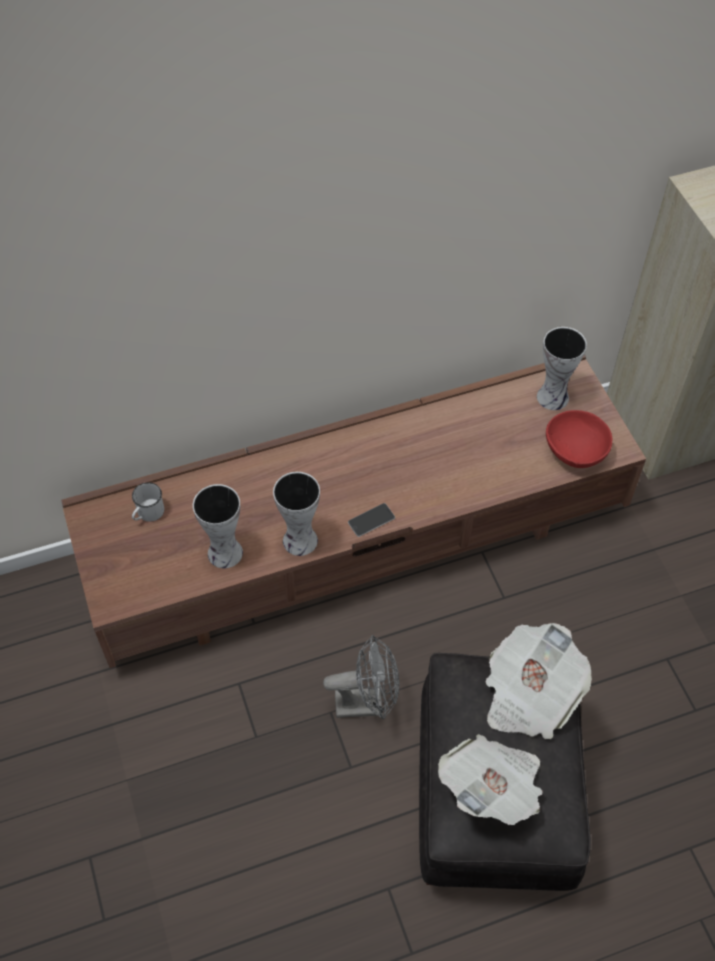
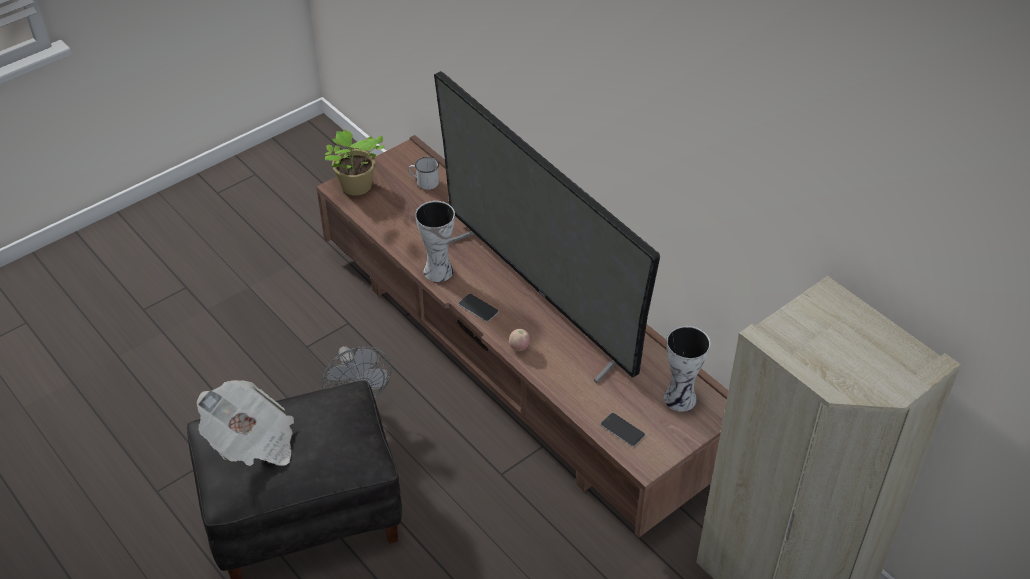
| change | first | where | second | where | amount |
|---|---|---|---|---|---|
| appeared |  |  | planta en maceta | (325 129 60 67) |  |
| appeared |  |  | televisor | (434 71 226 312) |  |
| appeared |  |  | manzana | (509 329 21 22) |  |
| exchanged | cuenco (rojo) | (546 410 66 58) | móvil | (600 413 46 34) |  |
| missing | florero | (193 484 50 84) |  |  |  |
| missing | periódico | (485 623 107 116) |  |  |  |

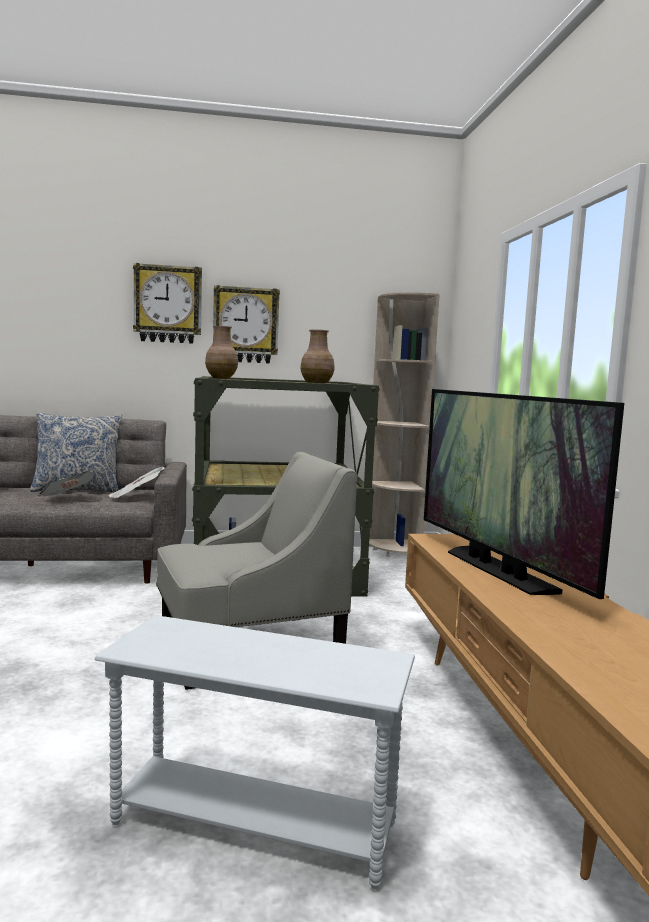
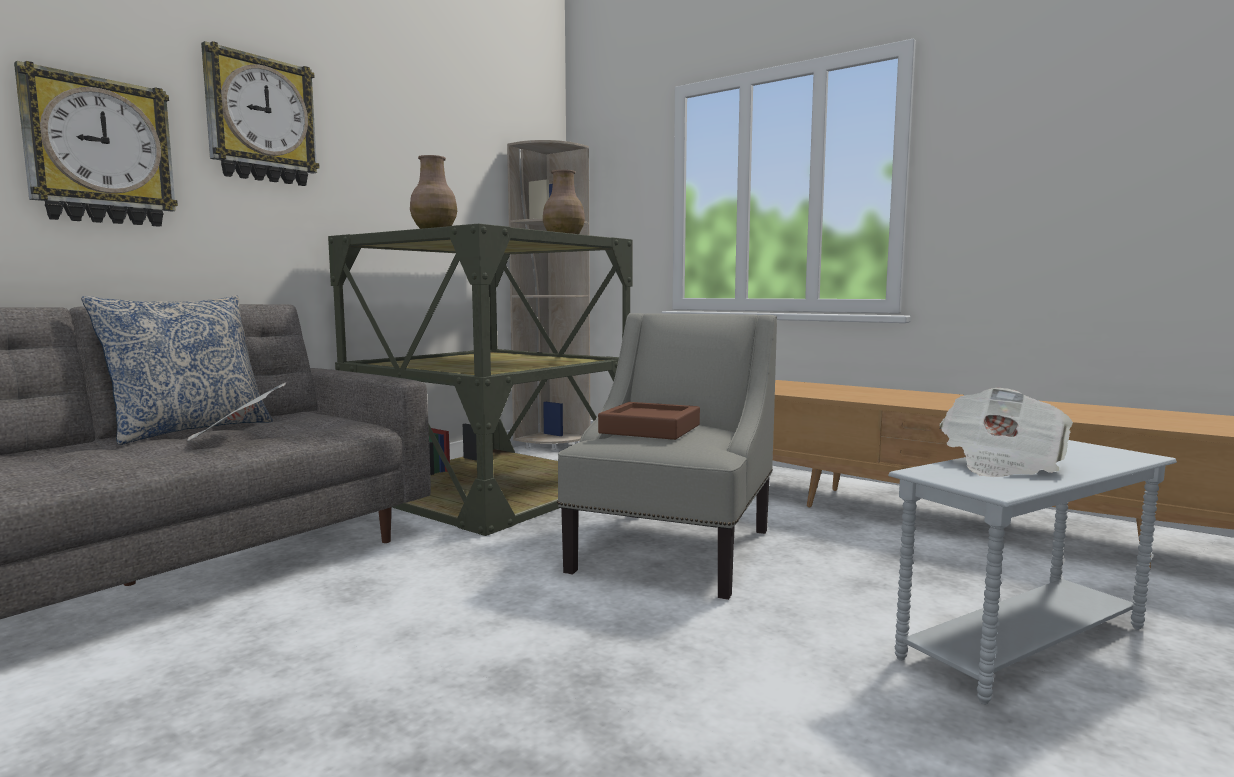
| change | first | where | second | where | amount |
|---|---|---|---|---|---|
| relocated | reloj de pared | (213 285 67 78) |  | (14 61 164 166) |  |
| appeared |  |  | bandeja (marrón) | (598 402 102 38) |  |
| relocated | periódico | (109 467 56 31) |  | (939 388 134 89) |  |
| missing | televisor | (424 389 200 210) |  |  |  |

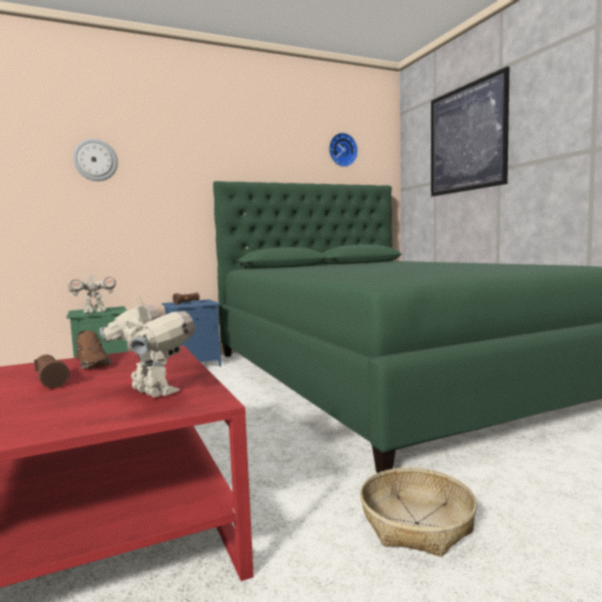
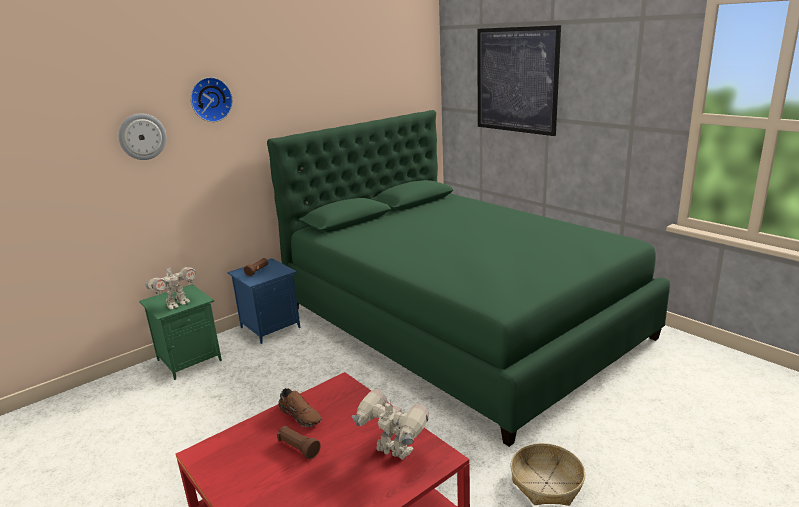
| change | first | where | second | where | amount |
|---|---|---|---|---|---|
| relocated | reloj de pared | (329 133 29 34) |  | (190 77 43 45) |  |

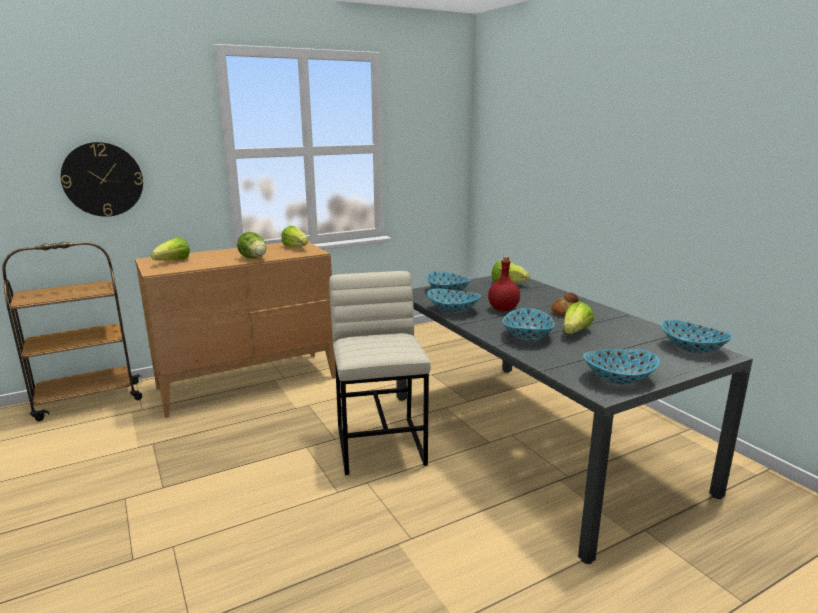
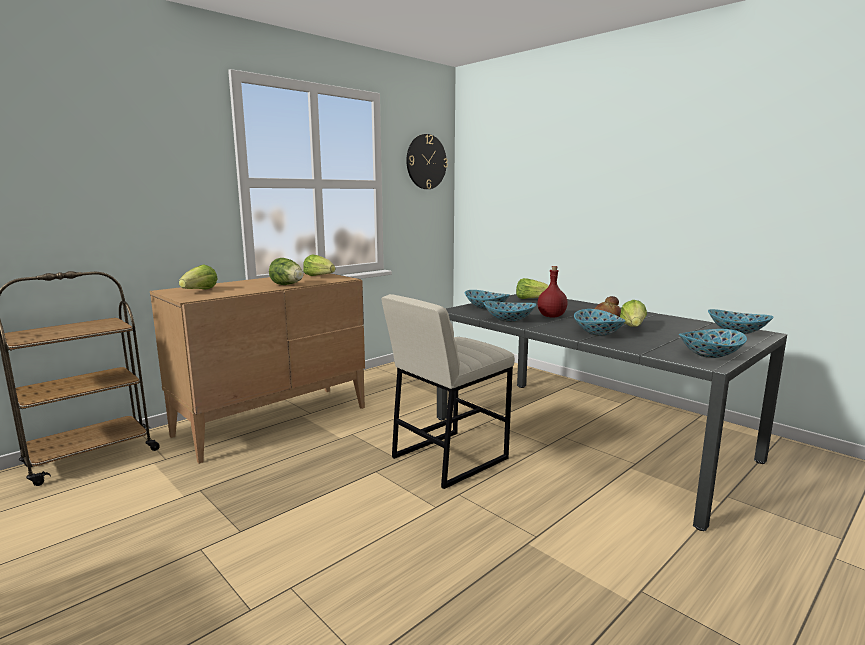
| change | first | where | second | where | amount |
|---|---|---|---|---|---|
| spun | silla (beis) | (329 271 102 204) |  | (382 294 133 195) | 105 degrees counterclockwise |
| relocated | reloj de pared | (61 142 82 75) |  | (406 134 42 55) |  |

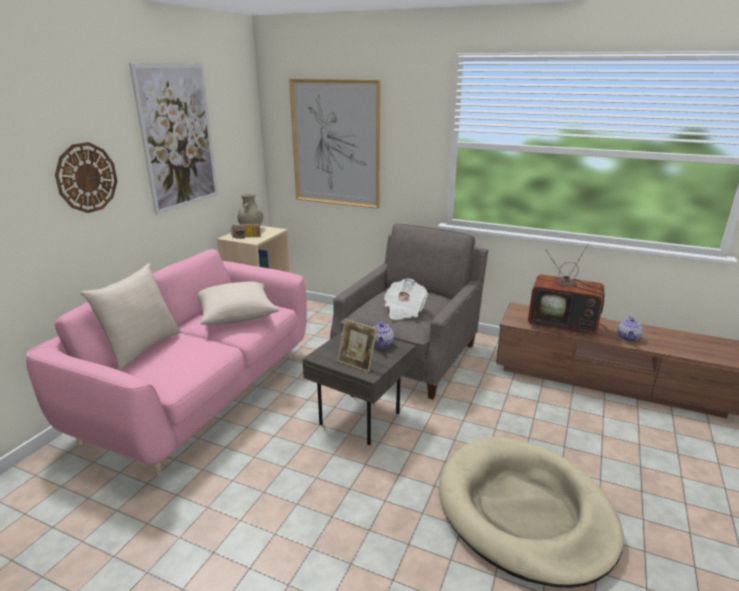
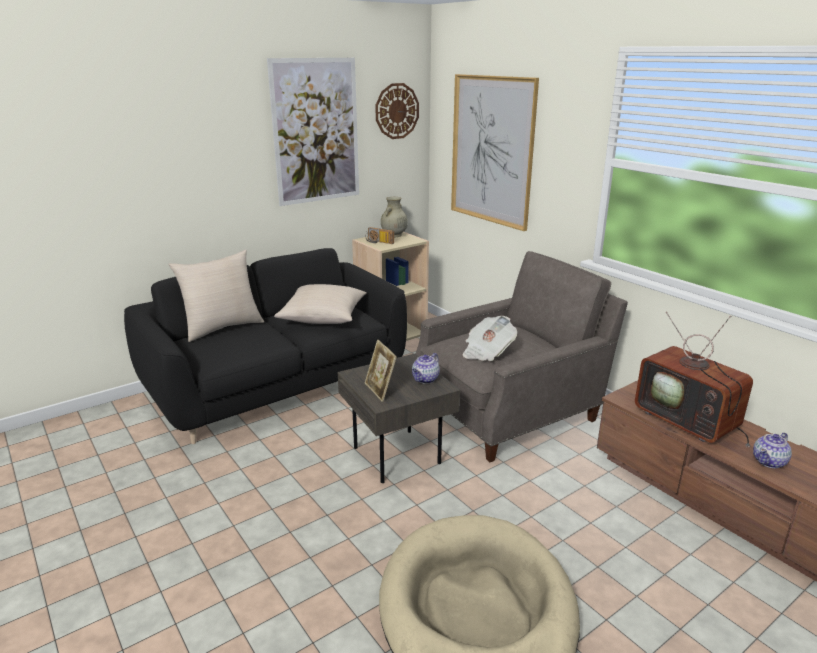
| change | first | where | second | where | amount |
|---|---|---|---|---|---|
| colour | sofá (rosa) | (26 249 281 227) | sofá (negro) | (124 248 283 196) |  |
| relocated | reloj de pared | (55 142 62 71) |  | (375 83 44 56) |  |

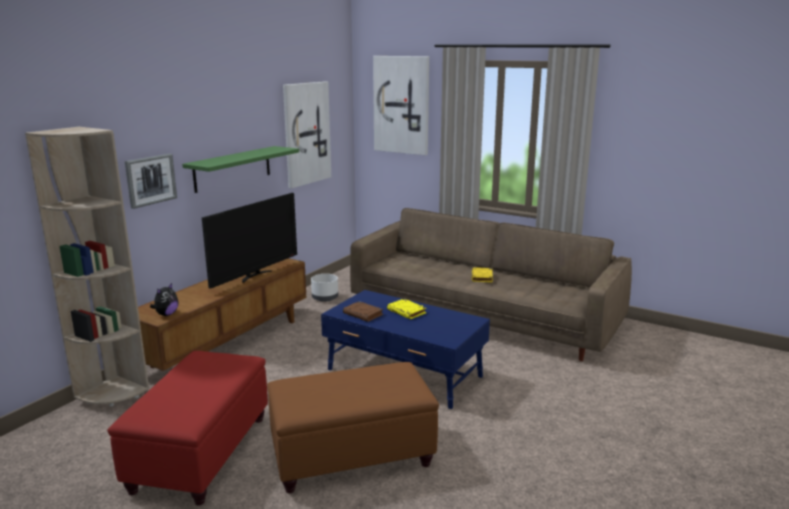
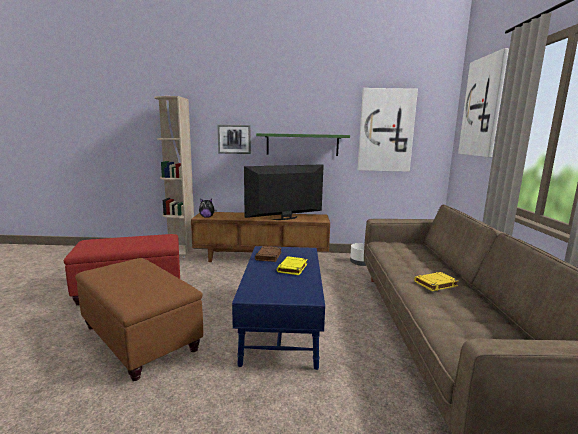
| change | first | where | second | where | amount |
|---|---|---|---|---|---|
| spun | televisor | (202 193 95 96) |  | (244 164 80 56) | 150 degrees clockwise |

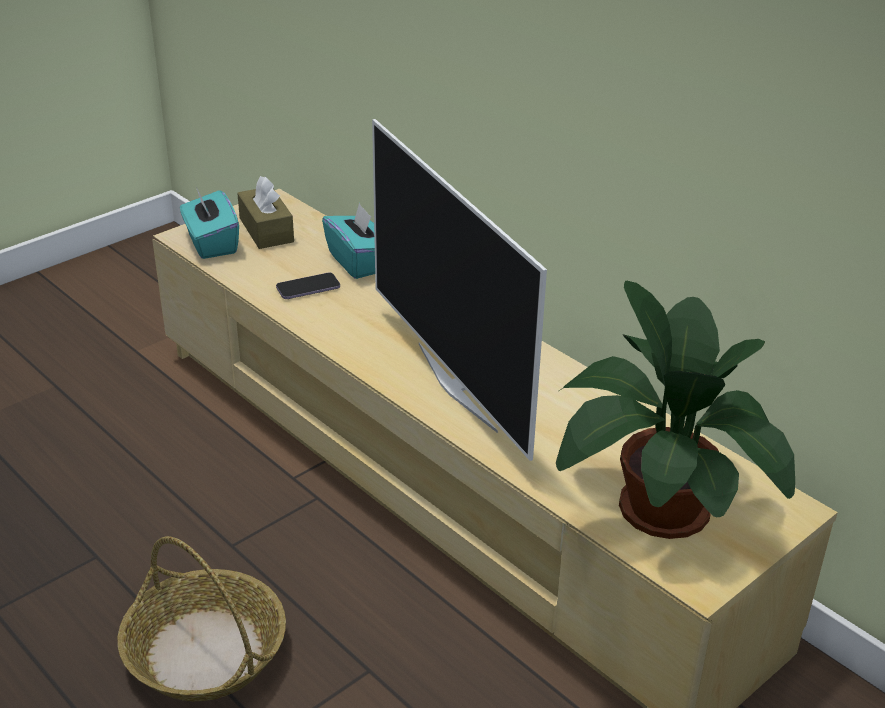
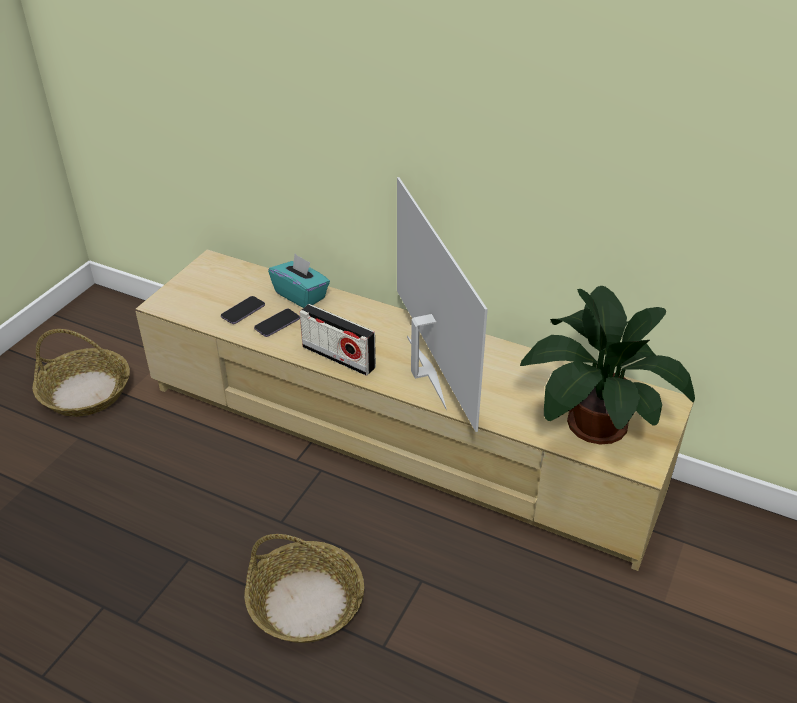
| change | first | where | second | where | amount |
|---|---|---|---|---|---|
| appeared |  |  | cesta | (32 329 98 88) |  |
| appeared |  |  | móvil | (221 296 44 28) |  |
| appeared |  |  | radio | (299 304 77 72) |  |
| spun | televisor | (372 119 175 342) |  | (397 177 91 255) | 150 degrees counterclockwise |
| missing | caja de pañuelos (turquesa) | (180 187 59 72) |  |  |  |
| missing | caja de pañuelos (marrón) | (237 176 57 73) |  |  |  |

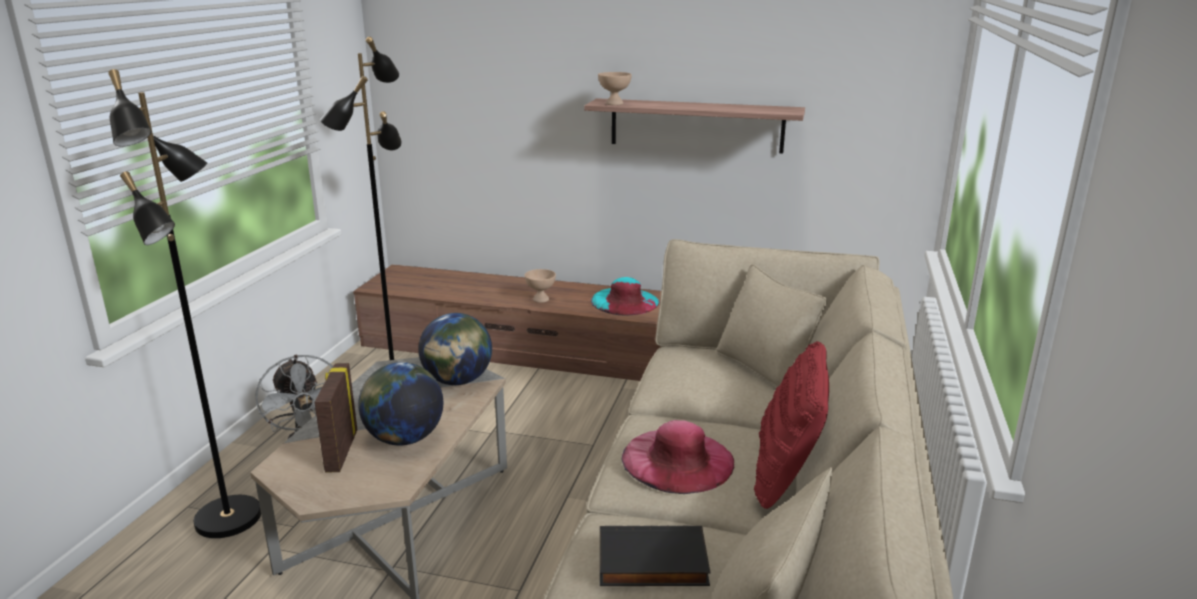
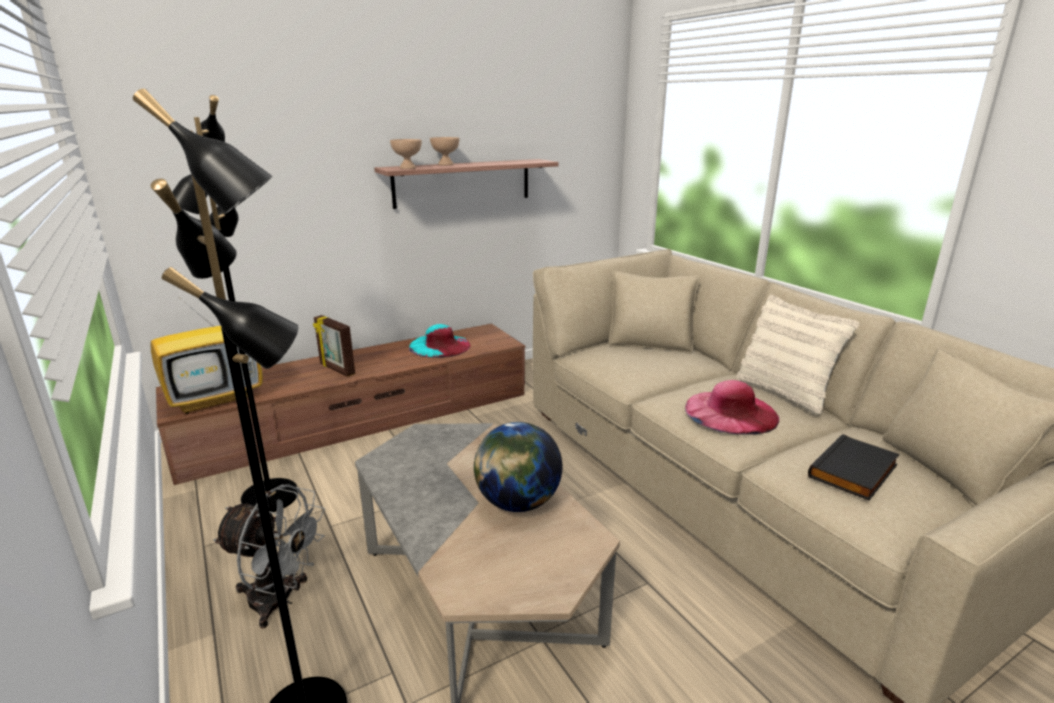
| change | first | where | second | where | amount |
|---|---|---|---|---|---|
| appeared |  |  | televisor | (150 295 113 119) |  |
| relocated | portarretratos | (314 363 43 110) |  | (313 315 42 62) |  |
| relocated | cuenco (beis) | (525 269 31 34) |  | (430 137 30 28) |  |
| colour | cojín (rojo) | (754 341 75 168) | cojín (beis) | (737 295 123 119) |  |
| missing | globo terráqueo | (418 313 74 72) |  |  |  |

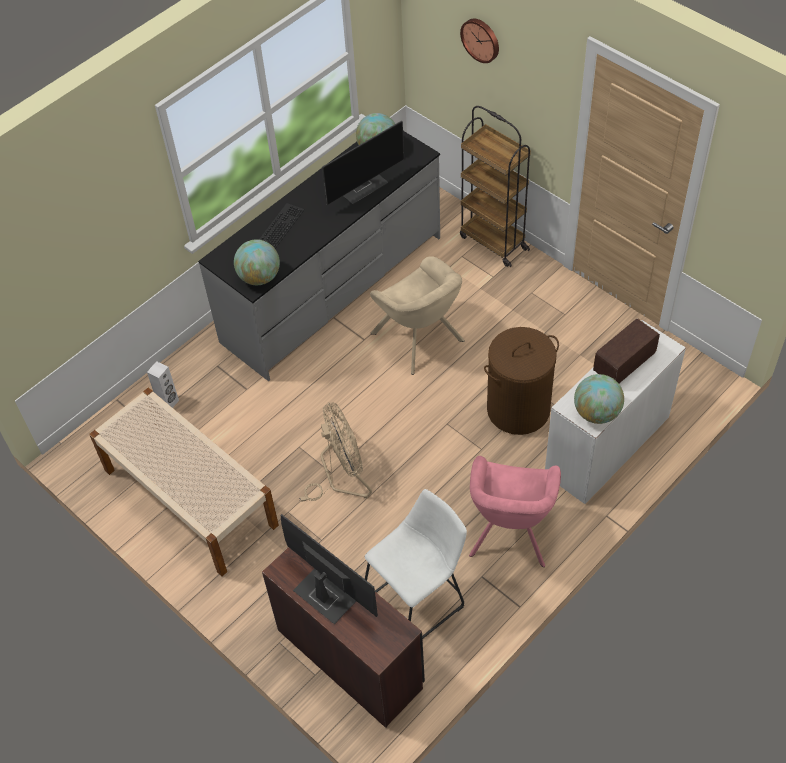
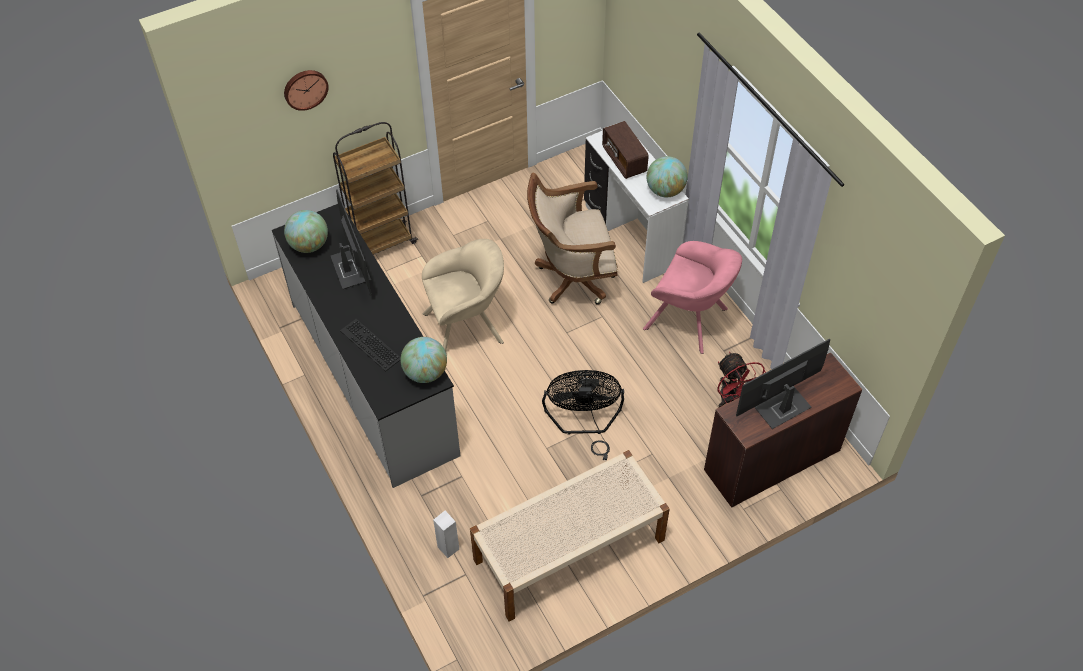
| change | first | where | second | where | amount |
|---|---|---|---|---|---|
| exchanged | cesto de la ropa (marrón) | (484 327 75 108) | silla de oficina | (527 173 91 132) |  |
| colour | ventilador (beis) | (299 402 73 100) | ventilador (negro) | (542 370 82 90) |  |
| exchanged | taburete (blanco) | (365 489 102 150) | ventilador (rojo) | (718 352 48 55) |  |

